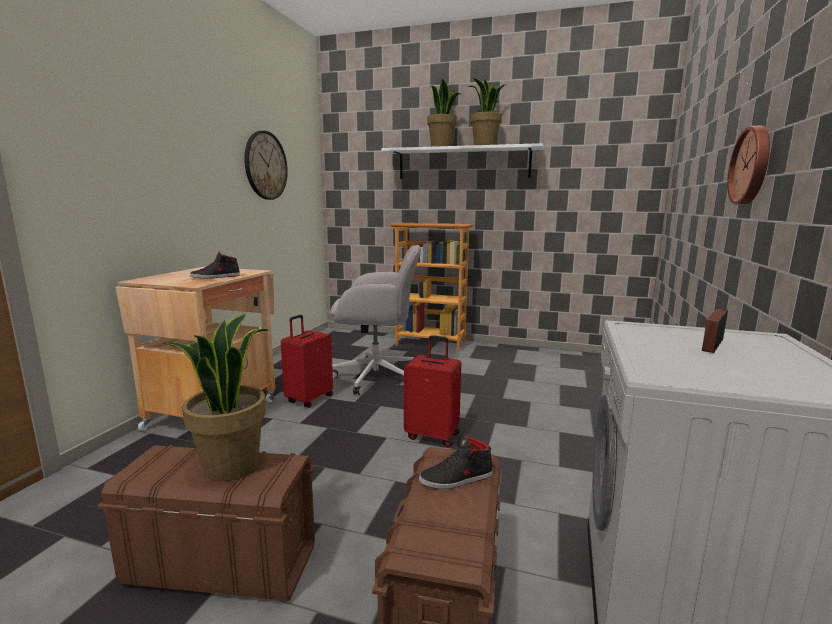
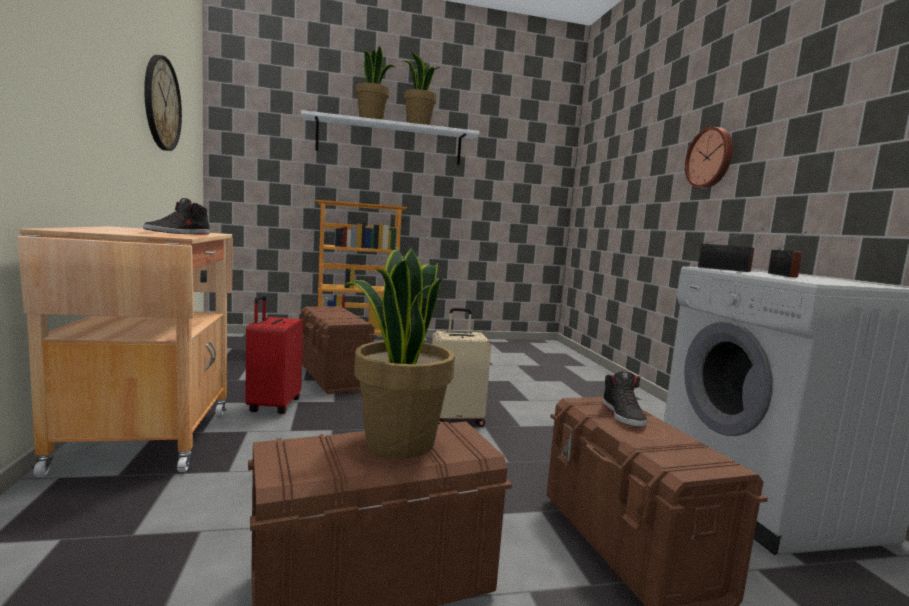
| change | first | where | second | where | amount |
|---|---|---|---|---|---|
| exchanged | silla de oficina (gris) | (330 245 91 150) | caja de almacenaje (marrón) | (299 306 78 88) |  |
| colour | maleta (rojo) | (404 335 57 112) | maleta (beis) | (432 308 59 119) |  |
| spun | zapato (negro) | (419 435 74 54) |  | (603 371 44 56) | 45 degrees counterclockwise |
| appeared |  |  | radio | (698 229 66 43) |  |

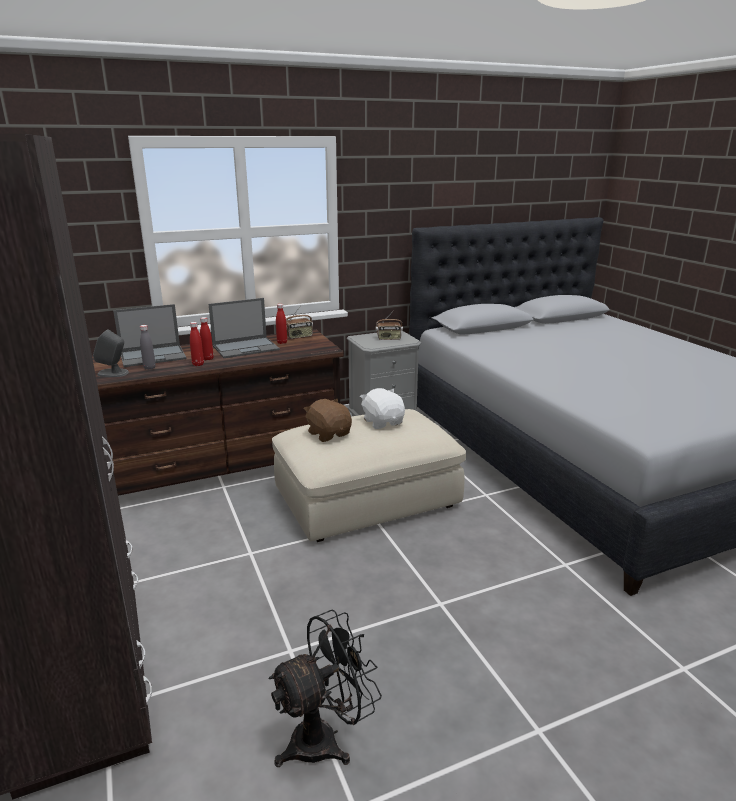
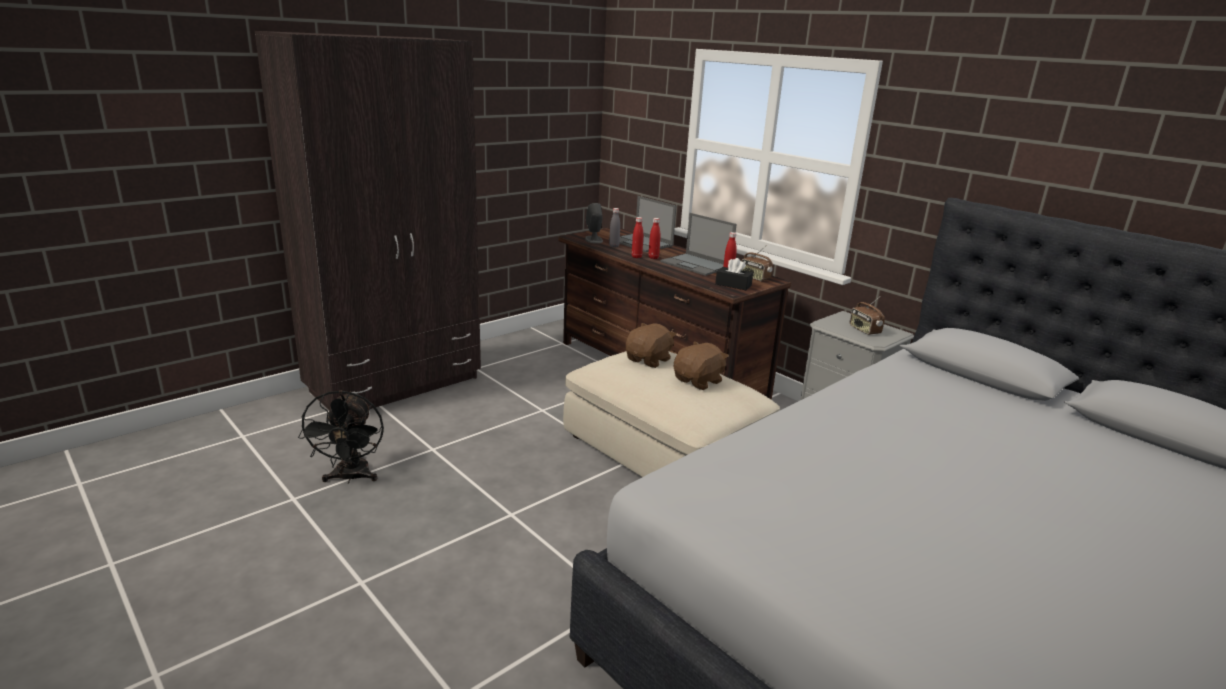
| change | first | where | second | where | amount |
|---|---|---|---|---|---|
| spun | ventilador (negro) | (268 610 114 157) |  | (298 390 86 94) | 45 degrees clockwise |
| colour | peluche (blanco) | (360 388 45 41) | peluche (marrón) | (674 341 55 49) |  |
| appeared |  |  | caja de pañuelos (negro) | (715 258 38 32) |  |

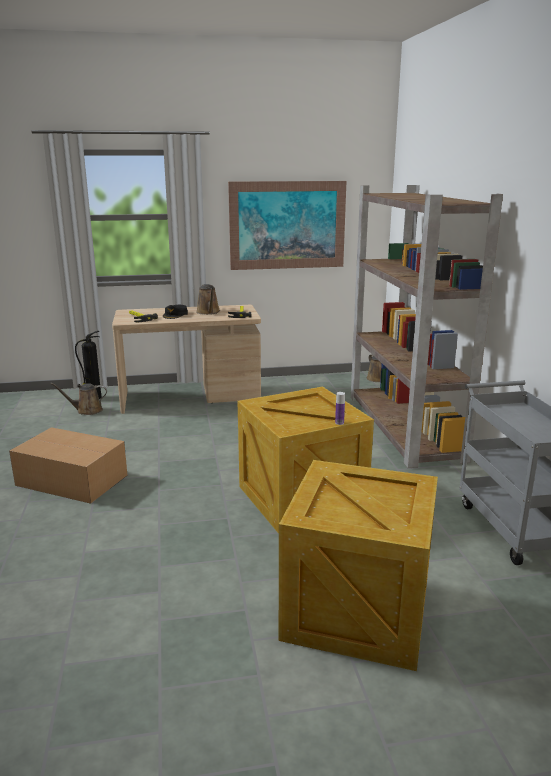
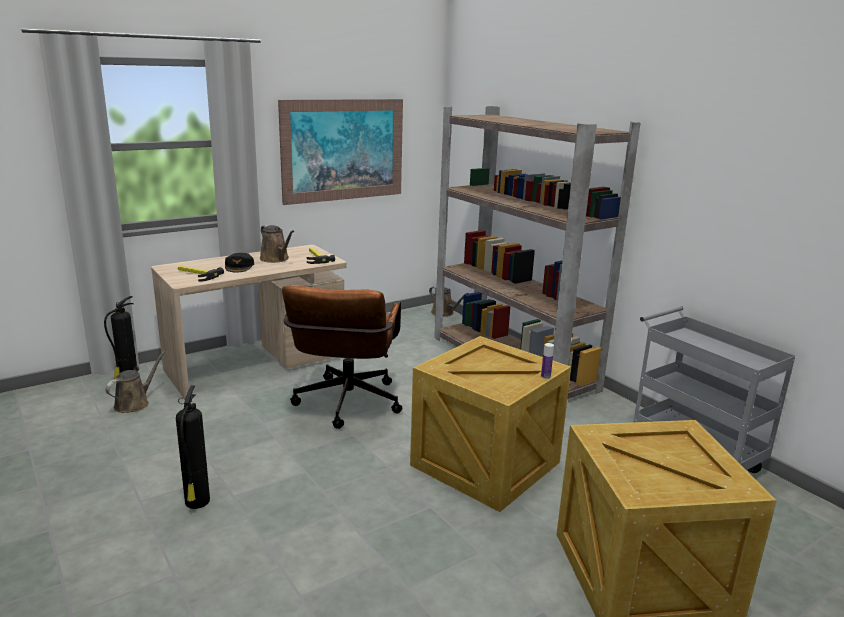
| change | first | where | second | where | amount |
|---|---|---|---|---|---|
| spun | regadera (marrón) | (50 383 57 32) |  | (105 352 60 61) | 150 degrees clockwise |
| exchanged | caja de cartón | (9 427 118 77) | extintor | (176 385 34 124) |  |
| appeared |  |  | silla de oficina (marrón) | (282 285 120 144) |  |

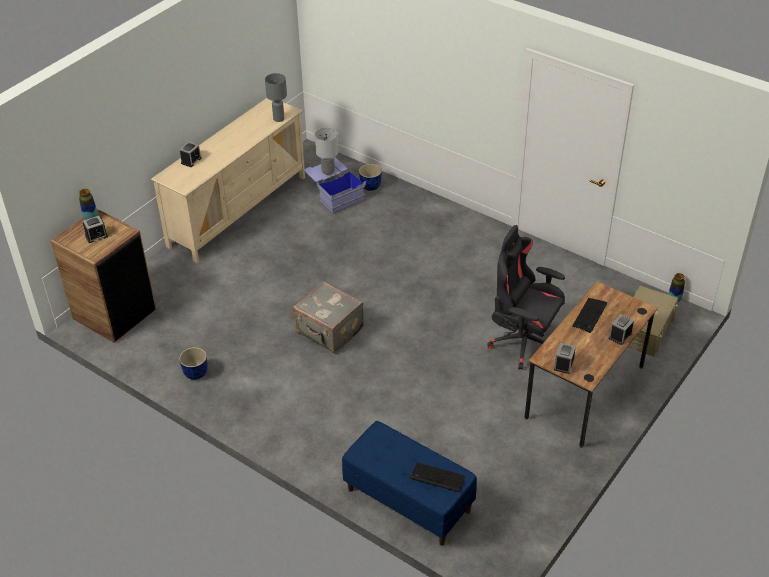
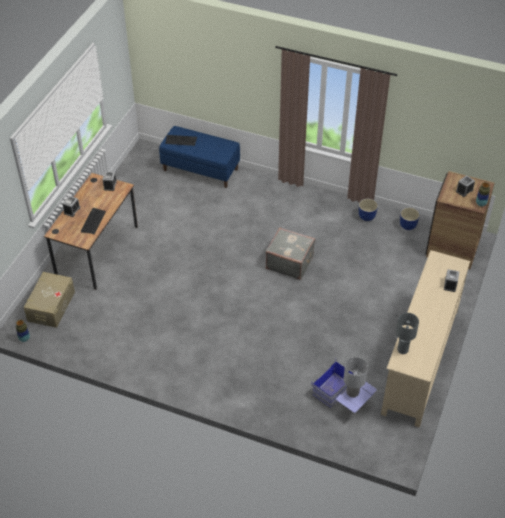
| change | first | where | second | where | amount |
|---|---|---|---|---|---|
| relocated | maceta | (359 164 23 27) |  | (400 207 20 23) |  |
| missing | silla de oficina (negro) | (487 225 78 145) |  |  |  |

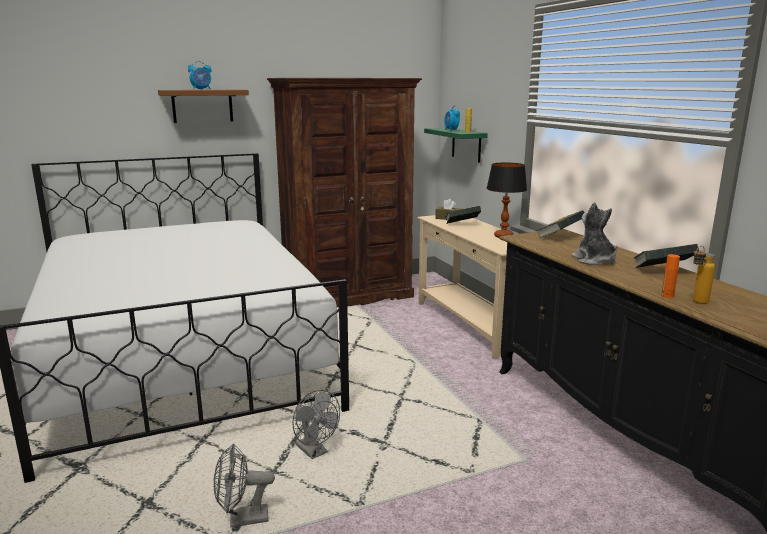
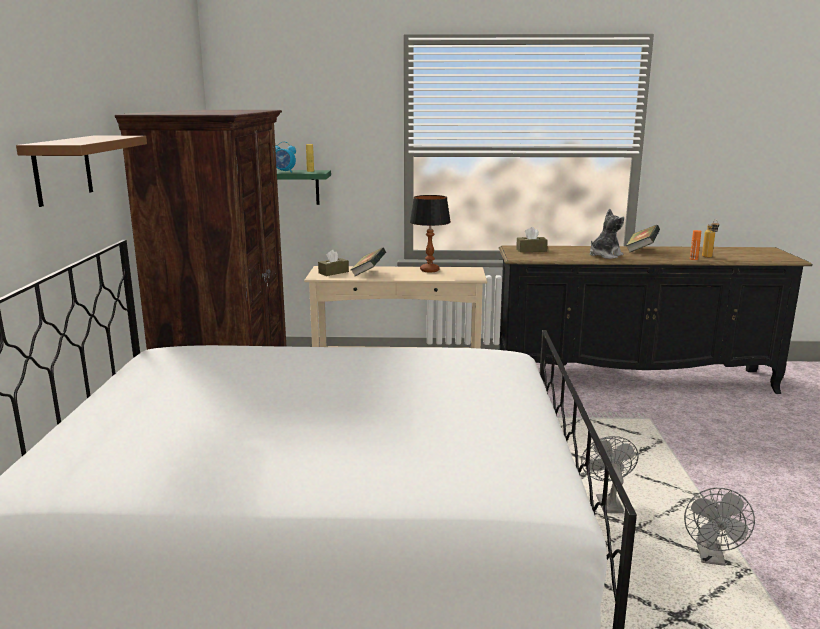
| change | first | where | second | where | amount |
|---|---|---|---|---|---|
| exchanged | libro | (537 210 47 28) | caja de pañuelos (marrón) | (516 227 32 25) |  |
| spun | ventilador (gris) | (292 390 48 69) |  | (581 436 58 77) | 75 degrees counterclockwise |
| spun | peluche | (572 202 46 63) |  | (590 209 34 50) | 135 degrees clockwise |
| missing | despertador | (188 61 24 29) |  |  |  |

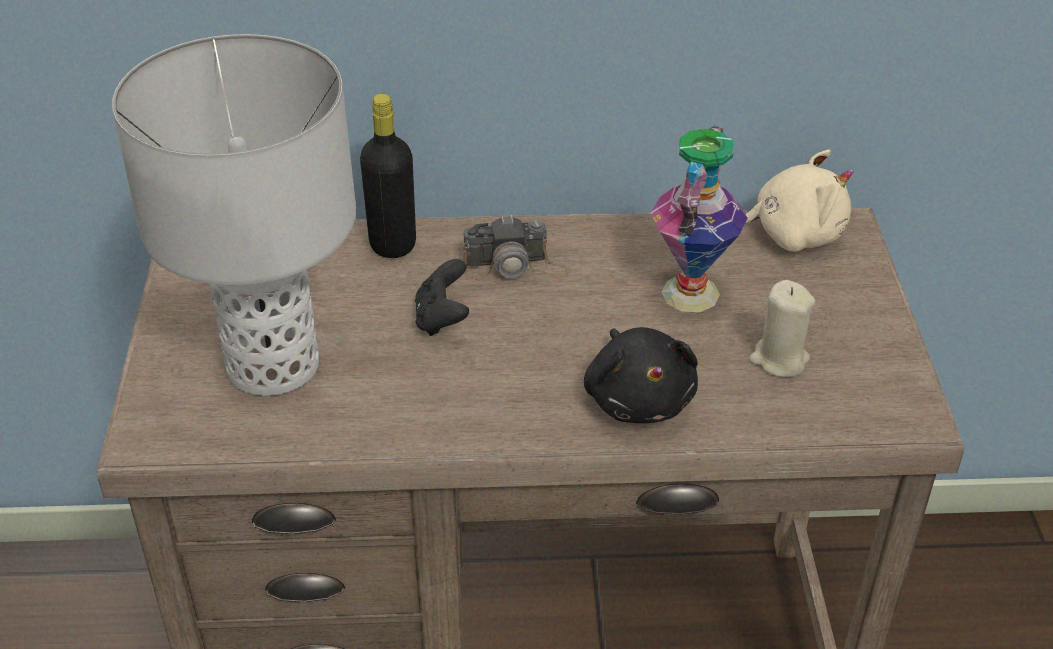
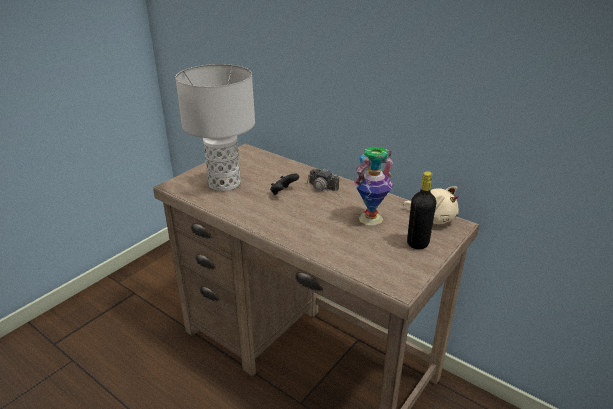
| change | first | where | second | where | amount |
|---|---|---|---|---|---|
| relocated | botella (negro) | (360 94 56 164) |  | (407 171 29 78) |  |
| missing | peluche (negro) | (584 327 114 96) |  |  |  |
| missing | vela (beis) | (749 280 66 97) |  |  |  |

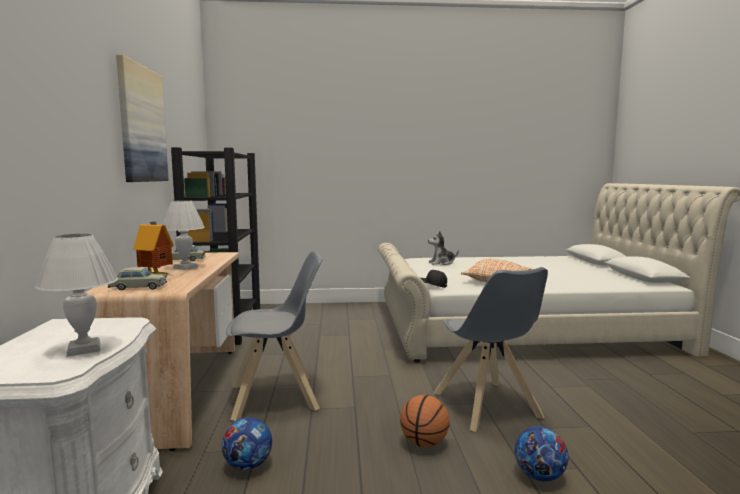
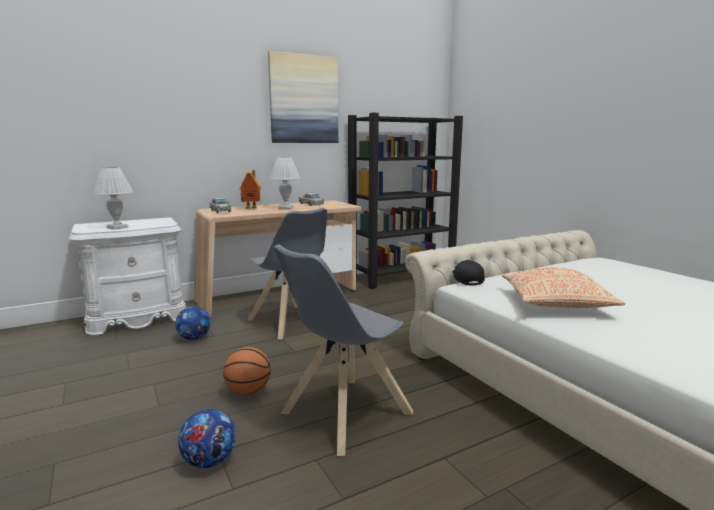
| change | first | where | second | where | amount |
|---|---|---|---|---|---|
| missing | peluche | (428 231 31 34) |  |  |  |

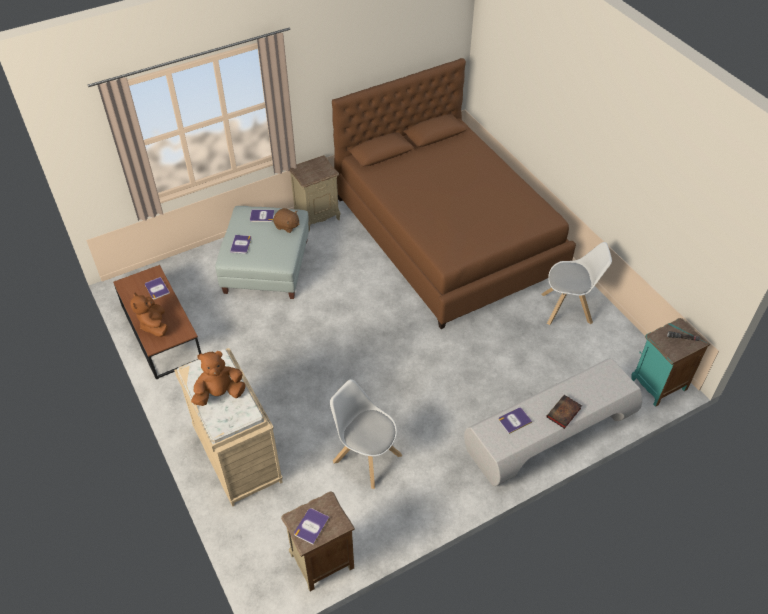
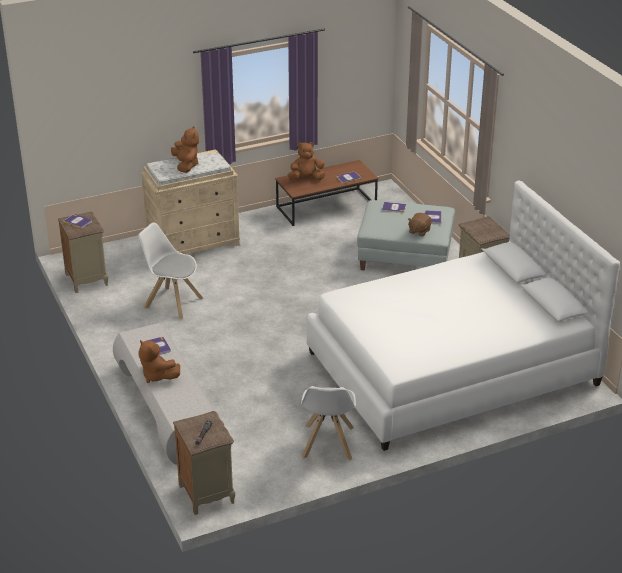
| change | first | where | second | where | amount |
|---|---|---|---|---|---|
| spun | silla | (330 379 72 110) |  | (138 222 66 97) | 105 degrees counterclockwise |
| exchanged | libro | (546 395 36 34) | peluche (marrón) | (138 340 42 43) |  |
| colour | mesita de noche (turquesa) | (631 318 79 89) | mesita de noche (beis) | (173 411 62 104) |  |
| colour | cama (marrón) | (332 58 244 271) | cama (blanco) | (307 181 313 270) |  |

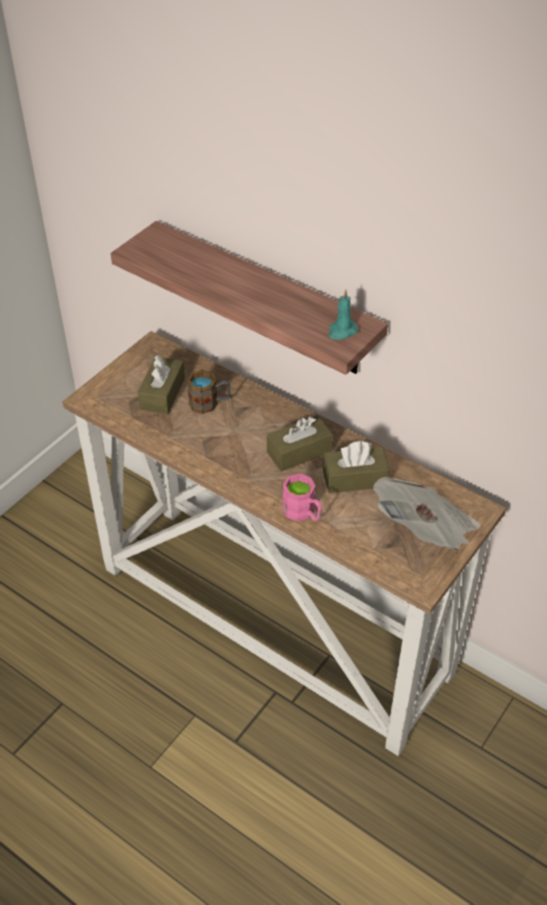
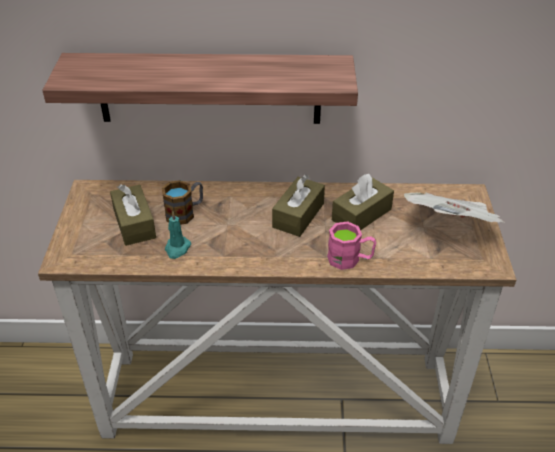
| change | first | where | second | where | amount |
|---|---|---|---|---|---|
| relocated | vela (turquesa) | (329 289 29 51) |  | (165 211 26 48) |  |

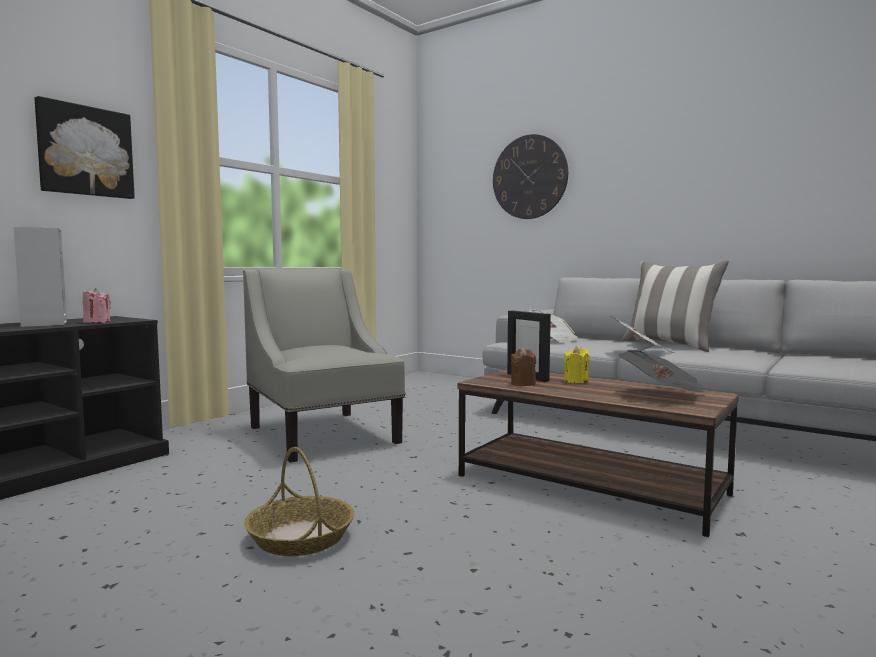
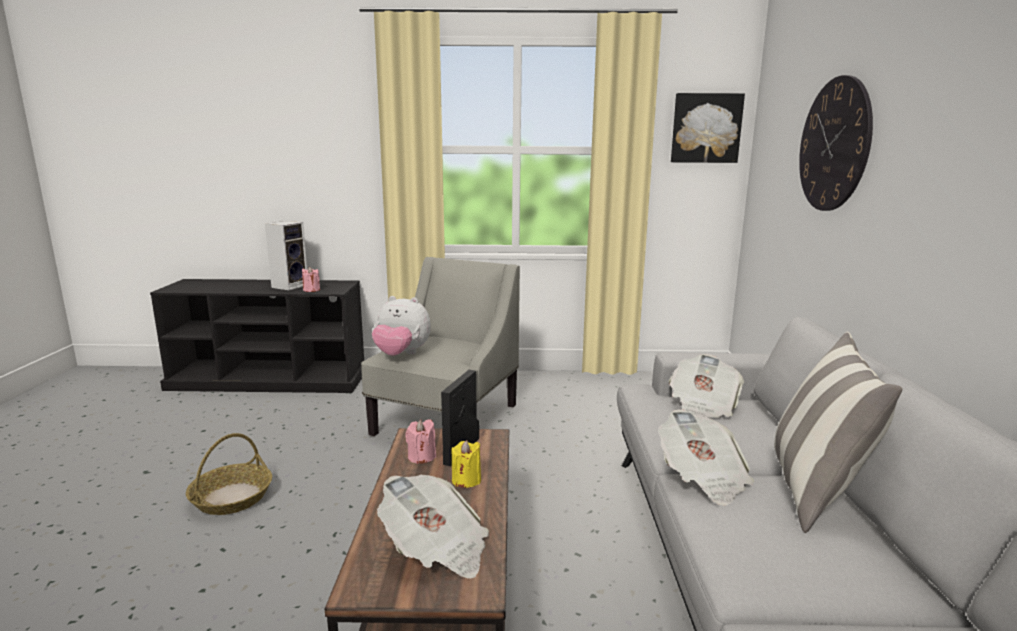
| change | first | where | second | where | amount |
|---|---|---|---|---|---|
| appeared |  |  | peluche | (372 296 59 60) |  |
| colour | vela (marrón) | (511 348 25 38) | vela (rosa) | (405 419 31 45) |  |
| relocated | cuadro | (35 96 100 103) |  | (671 93 74 70) |  |

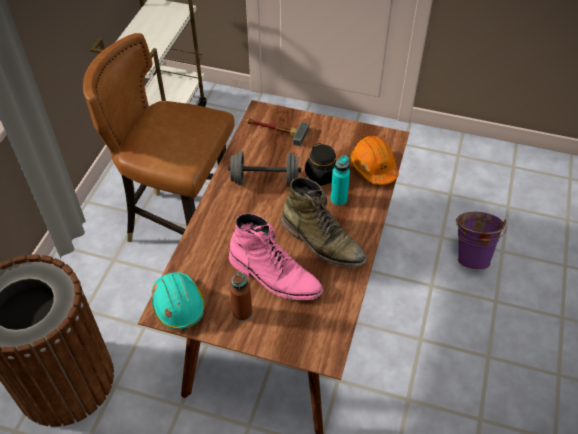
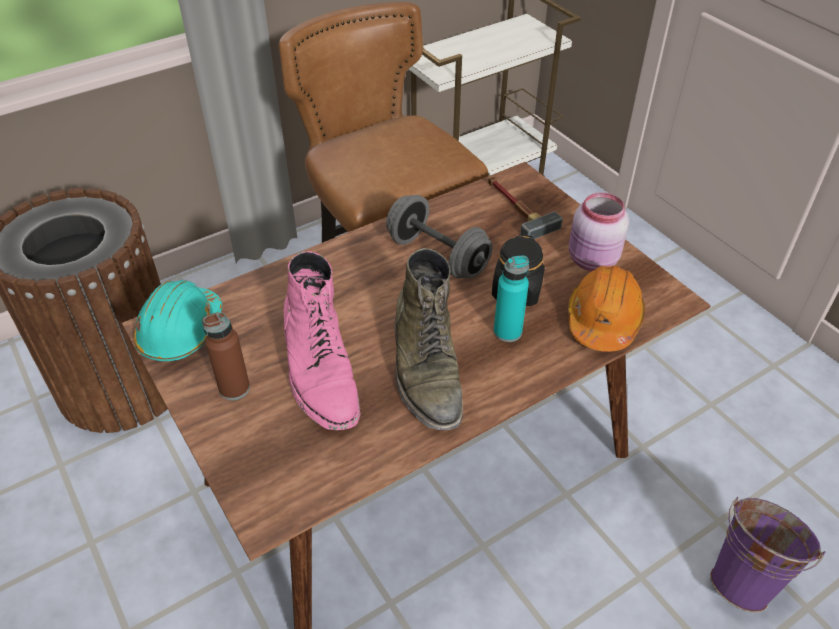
| change | first | where | second | where | amount |
|---|---|---|---|---|---|
| appeared |  |  | tarro (rosa) | (569 192 60 79) |  |

